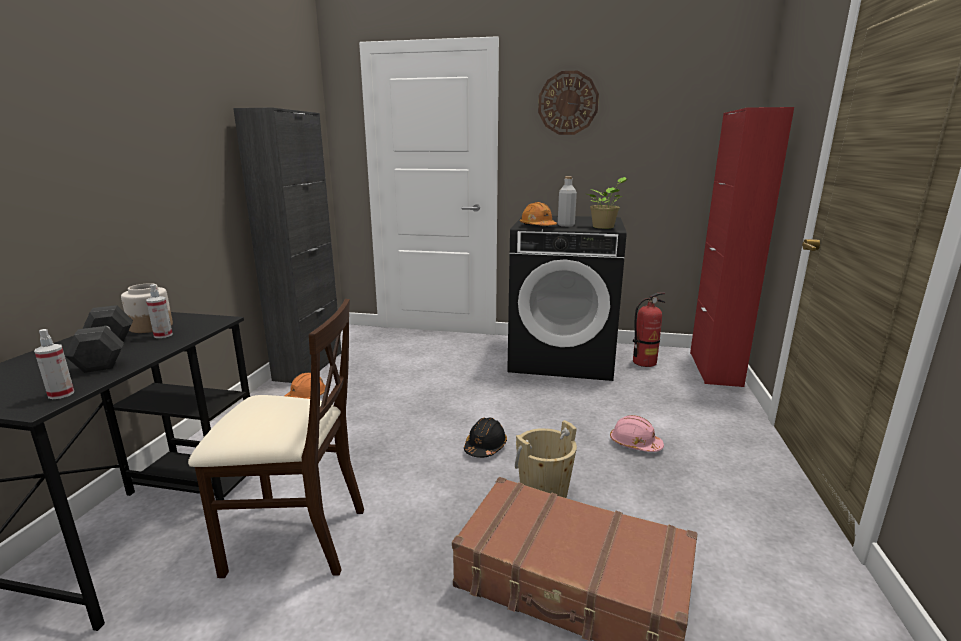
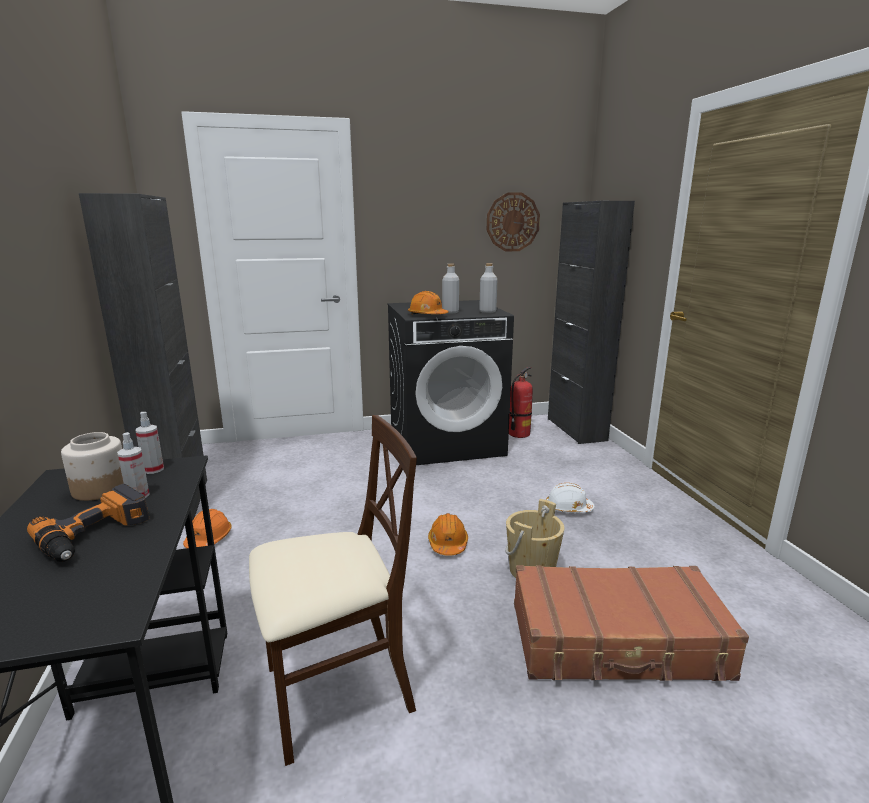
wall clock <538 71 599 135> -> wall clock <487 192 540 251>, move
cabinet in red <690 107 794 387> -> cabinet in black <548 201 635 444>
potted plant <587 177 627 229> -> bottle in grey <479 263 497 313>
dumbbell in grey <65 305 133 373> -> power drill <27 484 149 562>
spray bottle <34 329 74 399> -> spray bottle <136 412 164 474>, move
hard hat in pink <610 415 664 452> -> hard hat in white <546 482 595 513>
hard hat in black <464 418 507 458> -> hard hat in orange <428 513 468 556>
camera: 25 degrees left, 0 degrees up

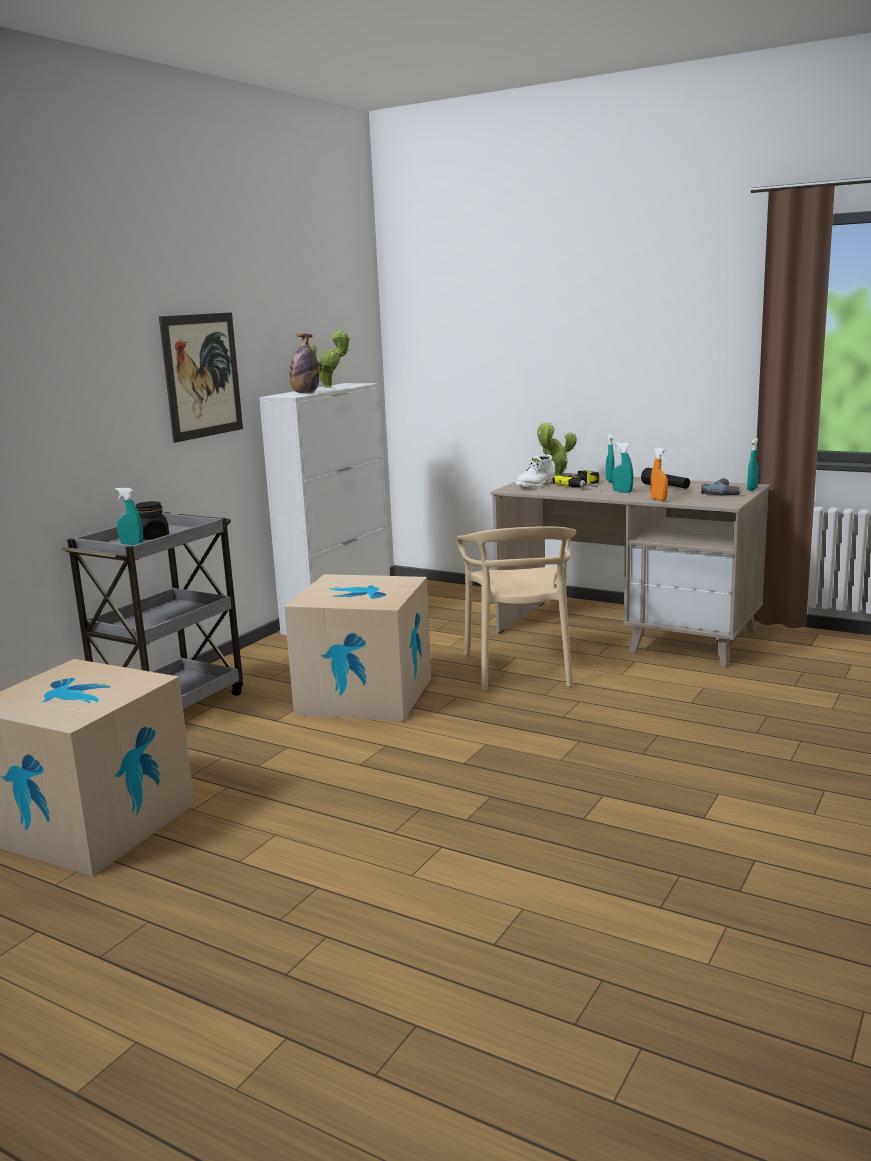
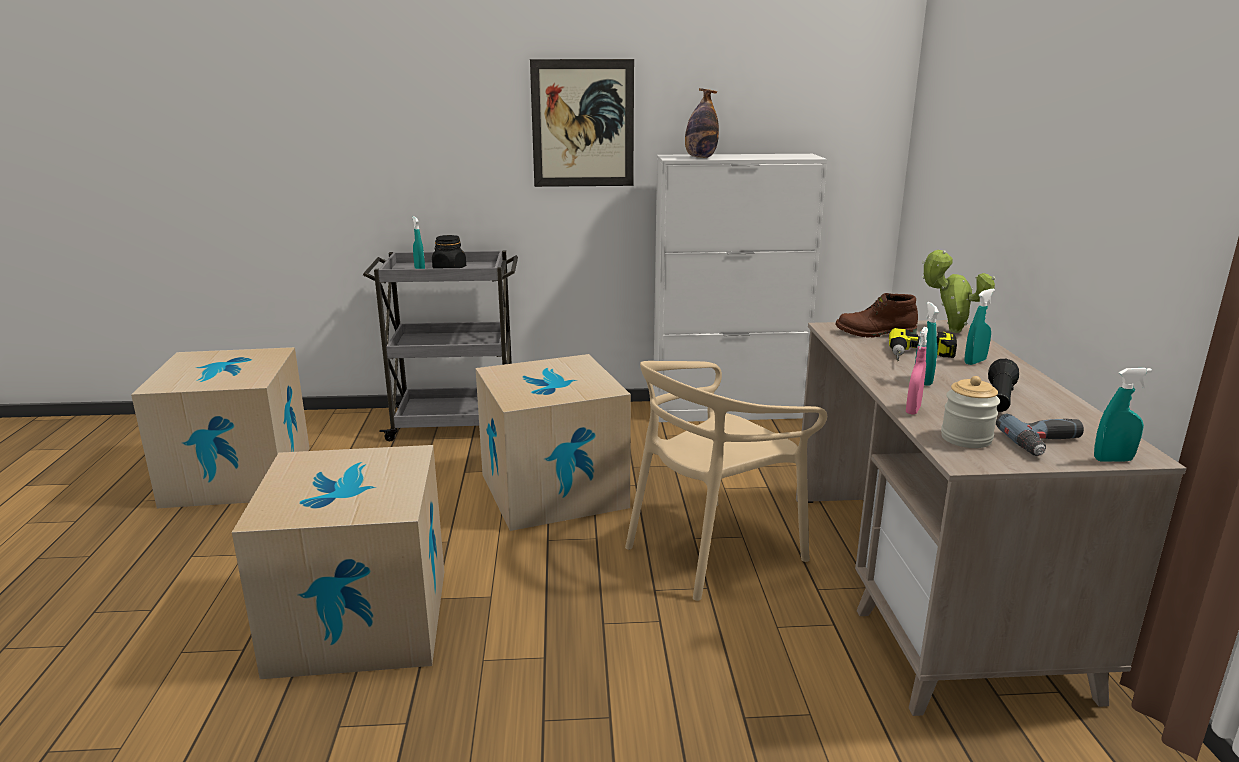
potted plant <310 330 350 388> -> none
spray bottle in orange <650 448 668 501> -> spray bottle in pink <906 327 928 415>
boot in white <515 454 554 488> -> boot in brown <836 293 918 338>
none -> jar <941 376 1000 448>
none -> cardboard box <232 445 444 679>
camera: 55 degrees right, 5 degrees up

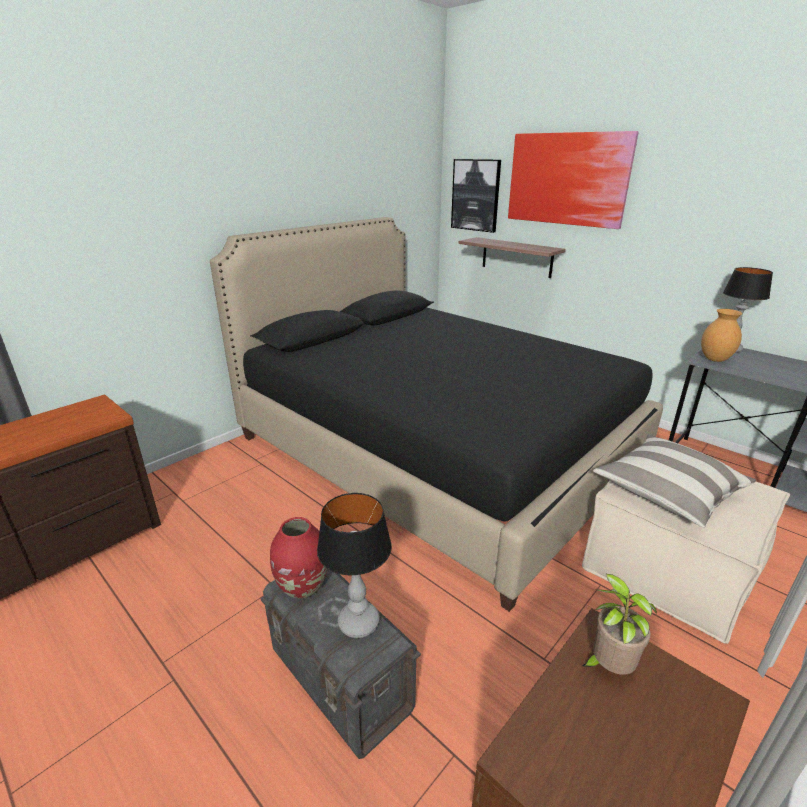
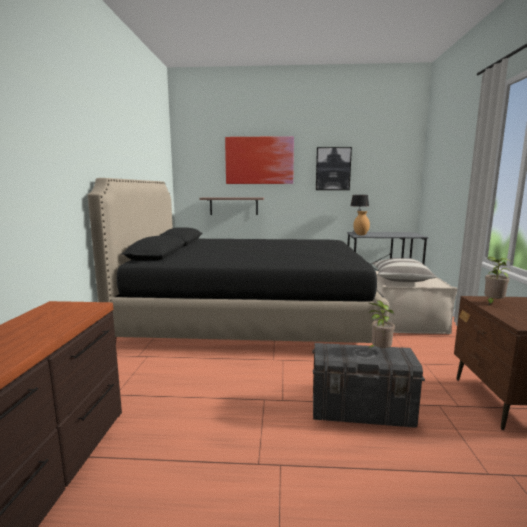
picture <451 159 501 233> -> picture <316 147 352 190>, move
table lamp <317 493 392 638> -> potted plant <368 300 395 348>
vase in red <270 517 328 599> -> none
camera: 40 degrees left, 15 degrees down

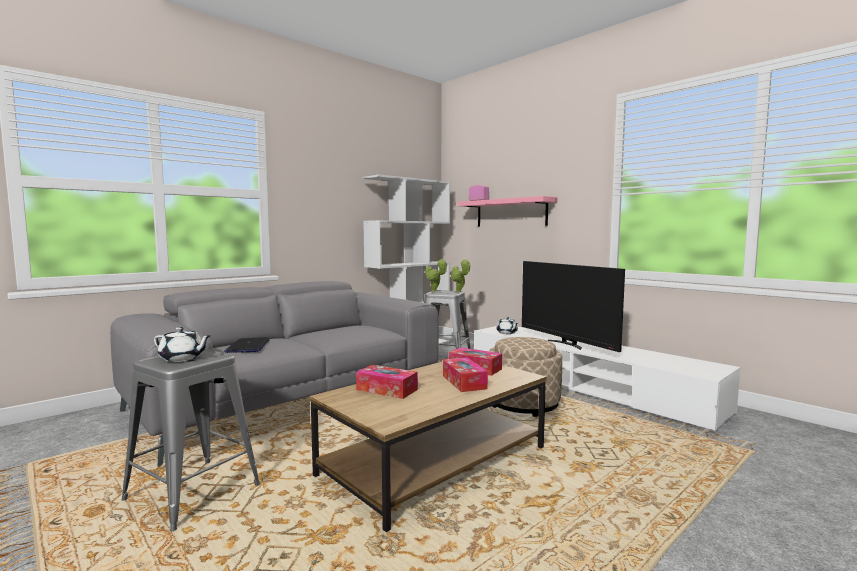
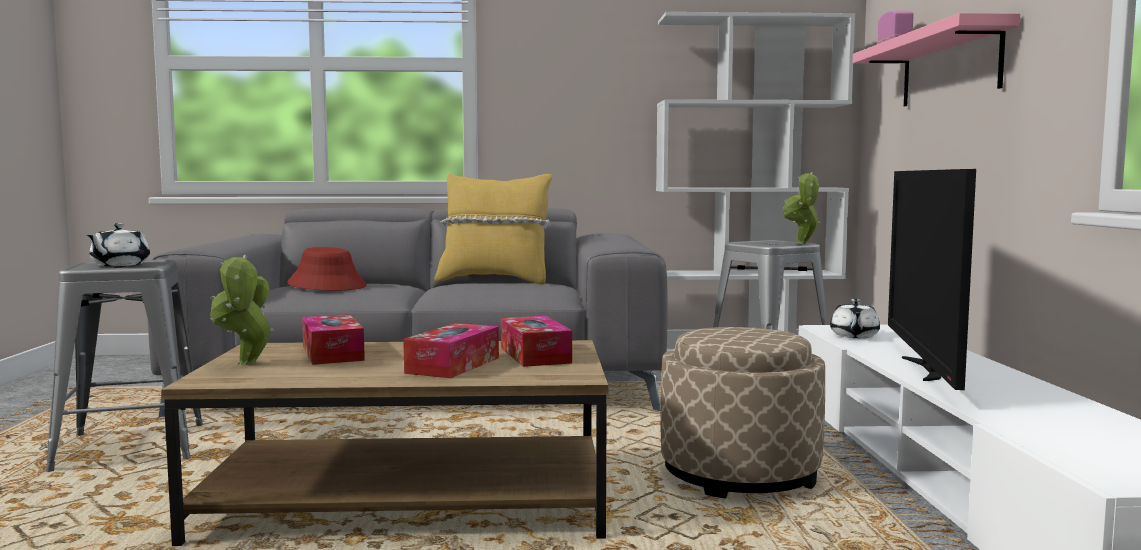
potted plant <425 259 447 292> -> potted plant <210 255 274 365>, move
teapot in white <154 327 211 362> -> teapot in white <87 223 150 266>, 45 degrees clockwise
laptop <224 337 270 353> -> hat in red <287 247 367 291>
none -> pillow in yellow <434 174 552 285>
camera: 40 degrees right, 0 degrees up

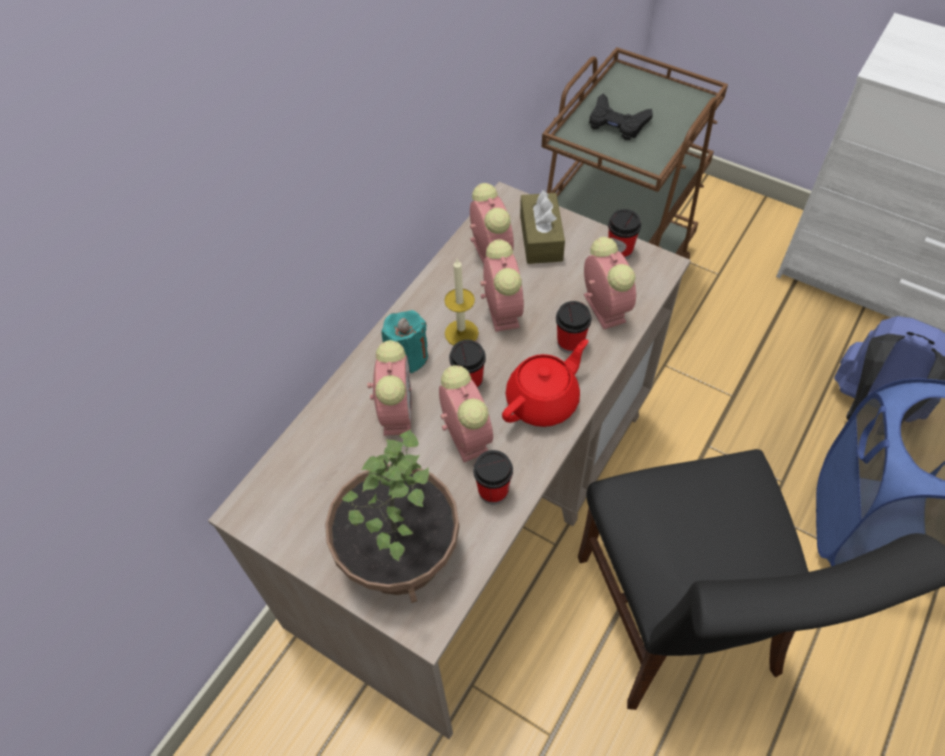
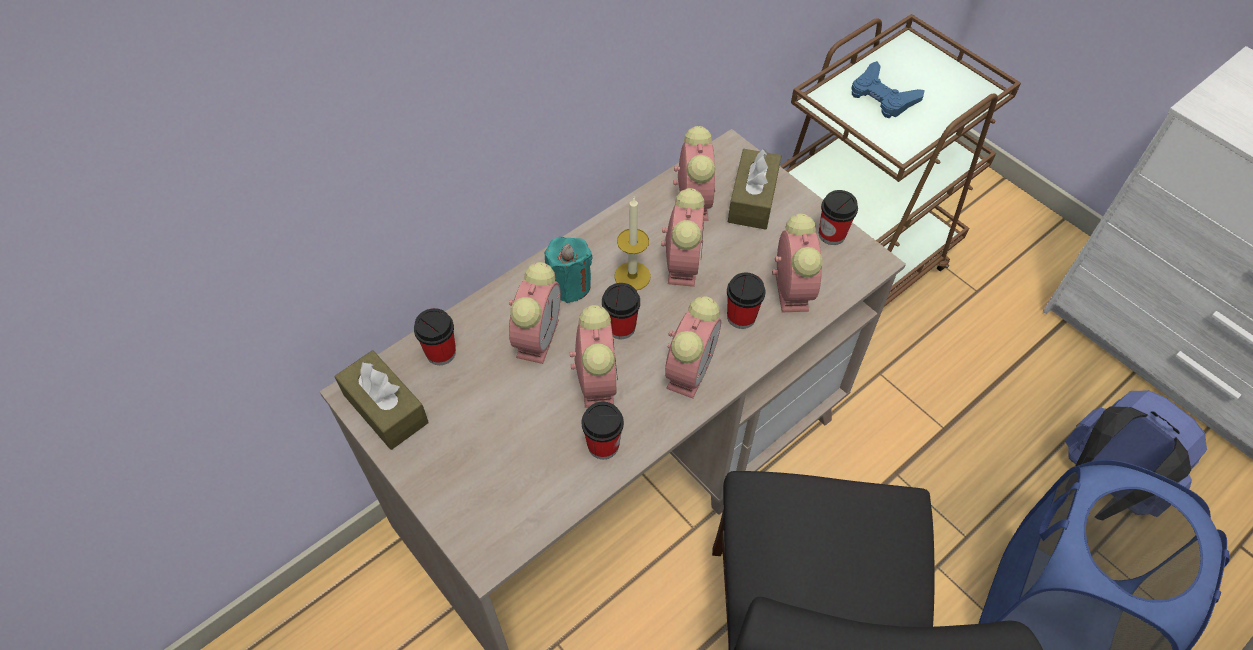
game controller in black <589 94 653 140> -> game controller in blue <851 61 925 118>
teapot in red <502 339 588 427> -> alarm clock <665 296 721 399>
potted plant <325 429 459 603> -> none
none -> cup <414 308 456 365>
none -> tissue box in brown <335 350 429 450>
camera: 15 degrees right, 0 degrees up

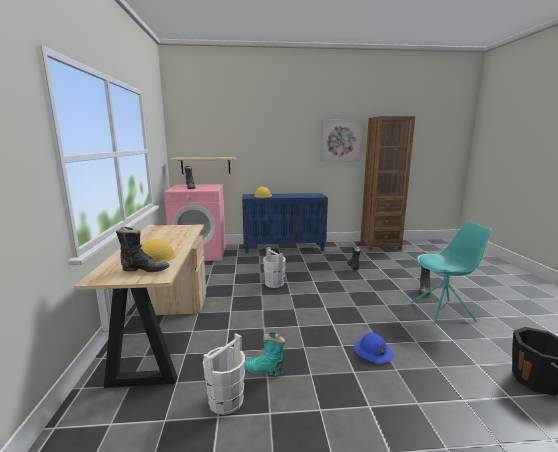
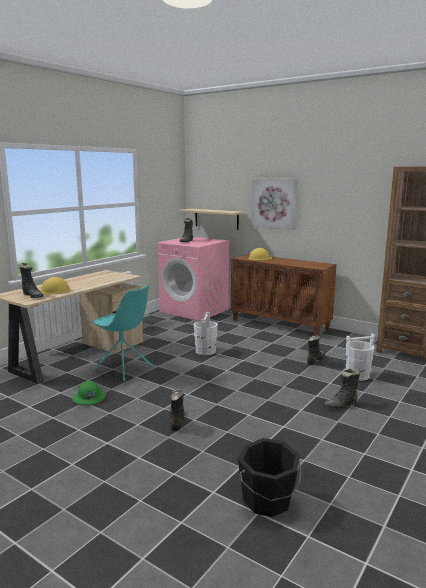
picture <320 119 362 162> -> picture <251 178 298 230>, move
cabinet in blue <242 193 328 253> -> cabinet in brown <231 254 337 336>
chair in turquoise <411 222 491 325> -> chair in turquoise <91 285 153 381>, move
boot in turquoise <245 332 285 376> -> hard hat in green <72 381 106 405>
hard hat in blue <354 333 393 363> -> boot in black <169 389 185 431>
bucket in white <203 334 245 415> -> bucket in white <346 334 375 381>, move
camera: 40 degrees right, 0 degrees up

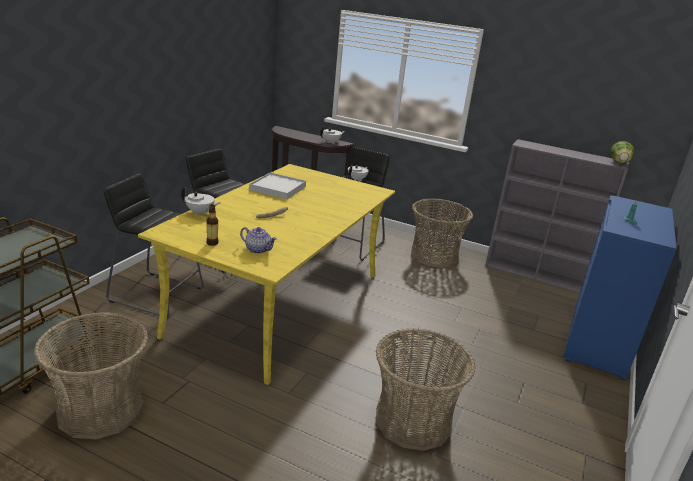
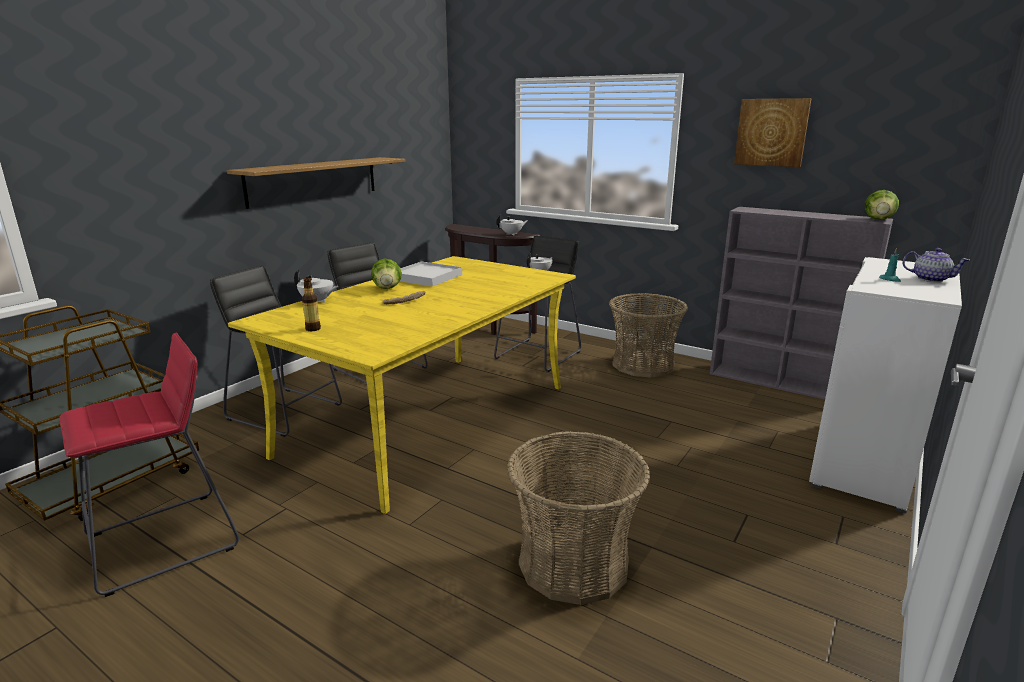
cabinet in blue <563 195 677 381> -> cabinet in white <809 257 962 514>
teapot <240 227 277 254> -> teapot <902 248 969 282>, move
basket <34 312 148 439> -> stool in red <59 333 239 597>
none -> picture <734 98 812 167>
none -> shelf <227 157 406 209>
none -> lettuce <371 259 402 289>
camera: 10 degrees right, 5 degrees down

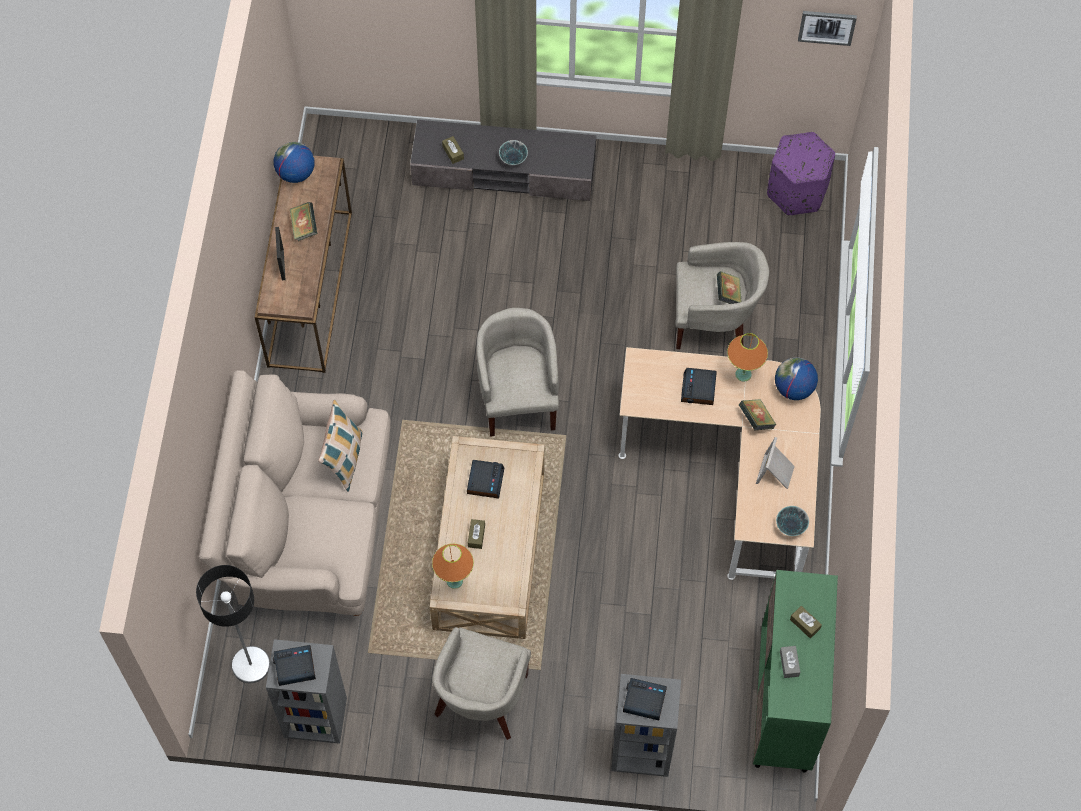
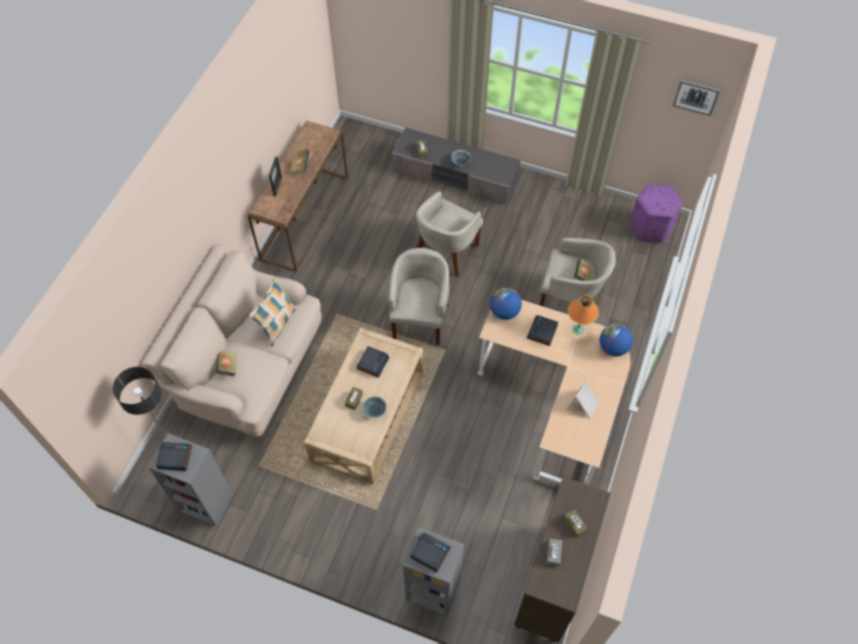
globe <274 142 314 183> -> globe <490 288 522 320>, move
book <739 399 777 430> -> book <216 351 236 377>, move
bowl <776 506 809 536> -> bowl <362 396 387 418>, move
table lamp in orange <432 544 474 589> -> none
cabinet in green <753 570 838 773> -> cabinet in brown <514 476 611 643>
armchair in beige <432 627 531 740> -> armchair in beige <416 191 483 277>, move
camera: 15 degrees right, 5 degrees down

